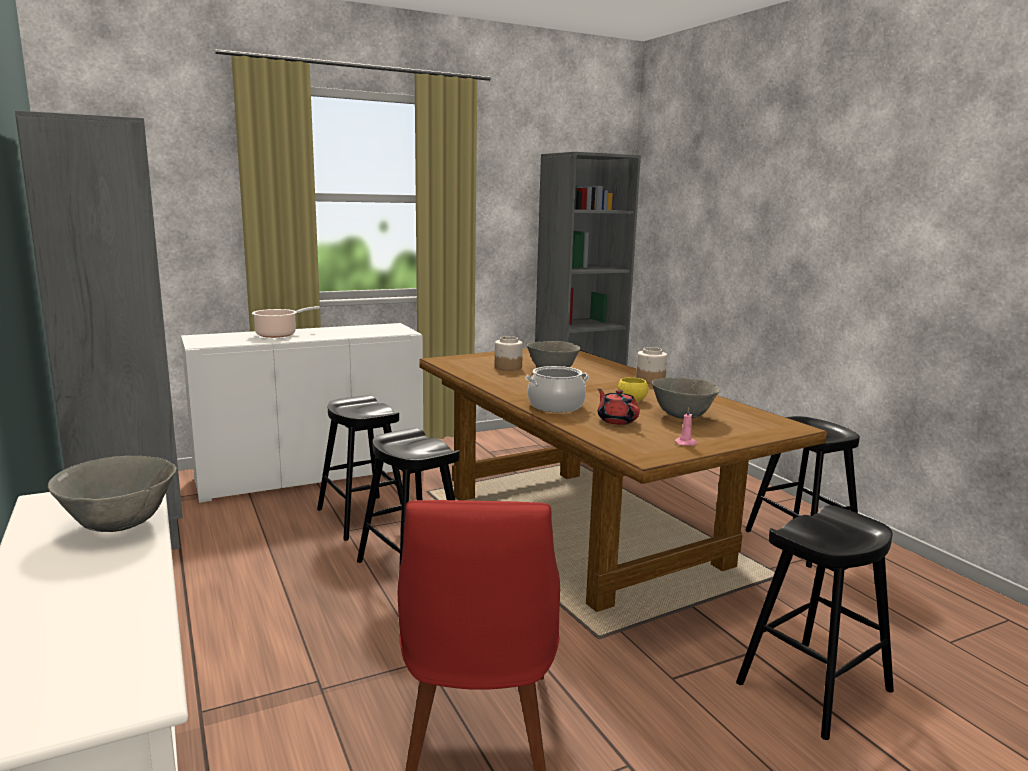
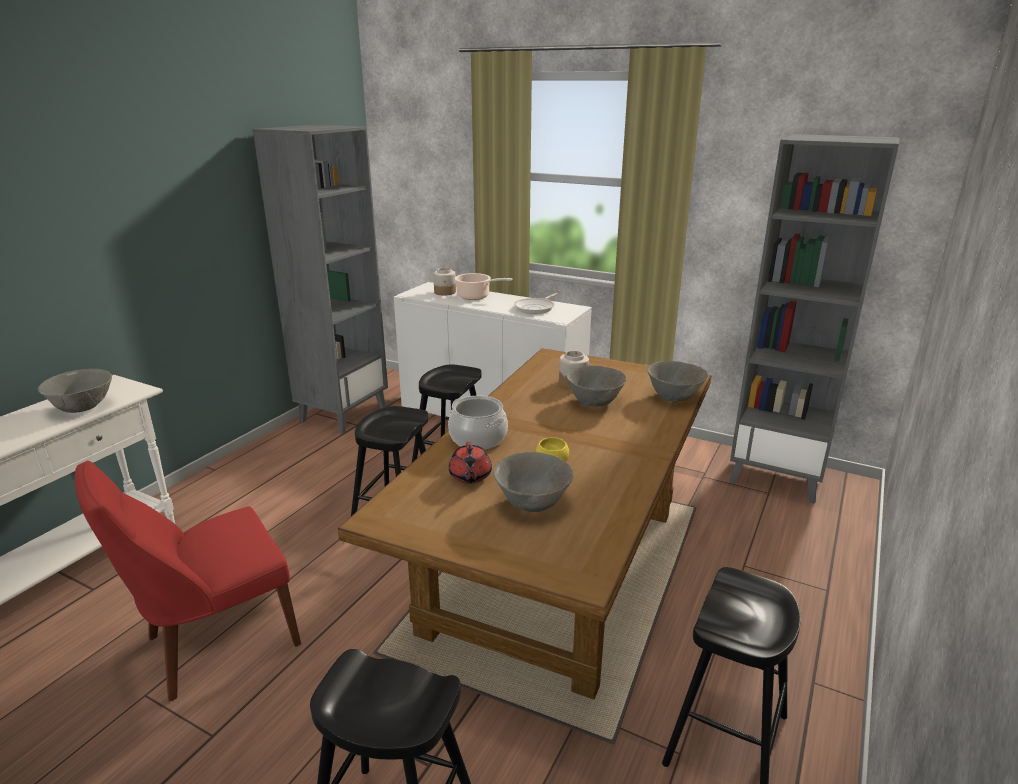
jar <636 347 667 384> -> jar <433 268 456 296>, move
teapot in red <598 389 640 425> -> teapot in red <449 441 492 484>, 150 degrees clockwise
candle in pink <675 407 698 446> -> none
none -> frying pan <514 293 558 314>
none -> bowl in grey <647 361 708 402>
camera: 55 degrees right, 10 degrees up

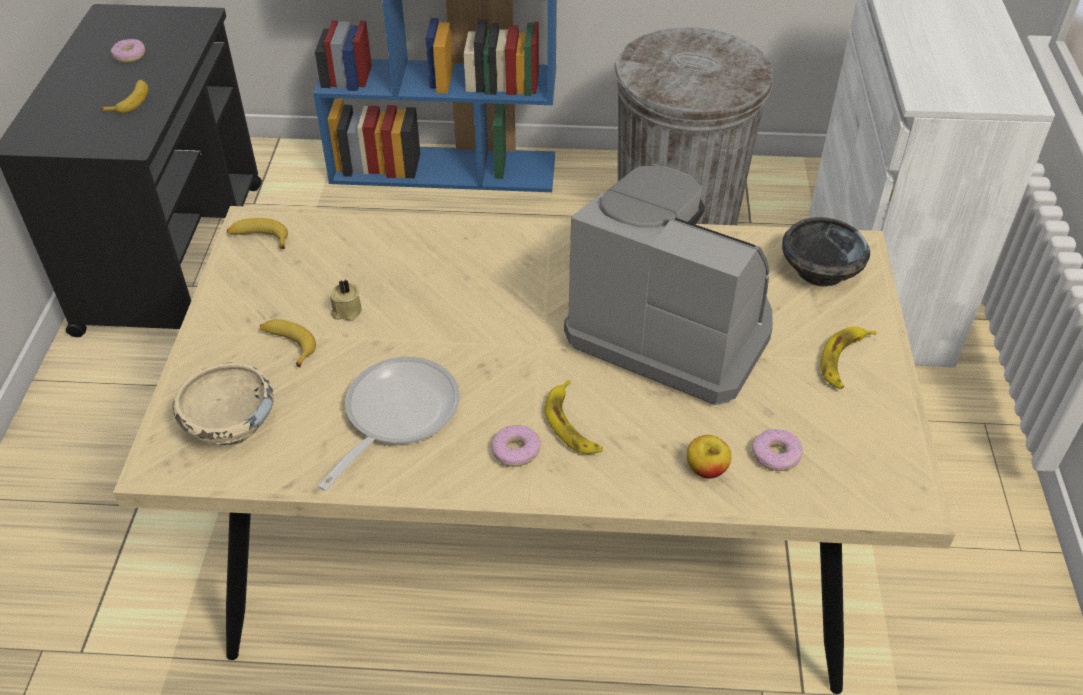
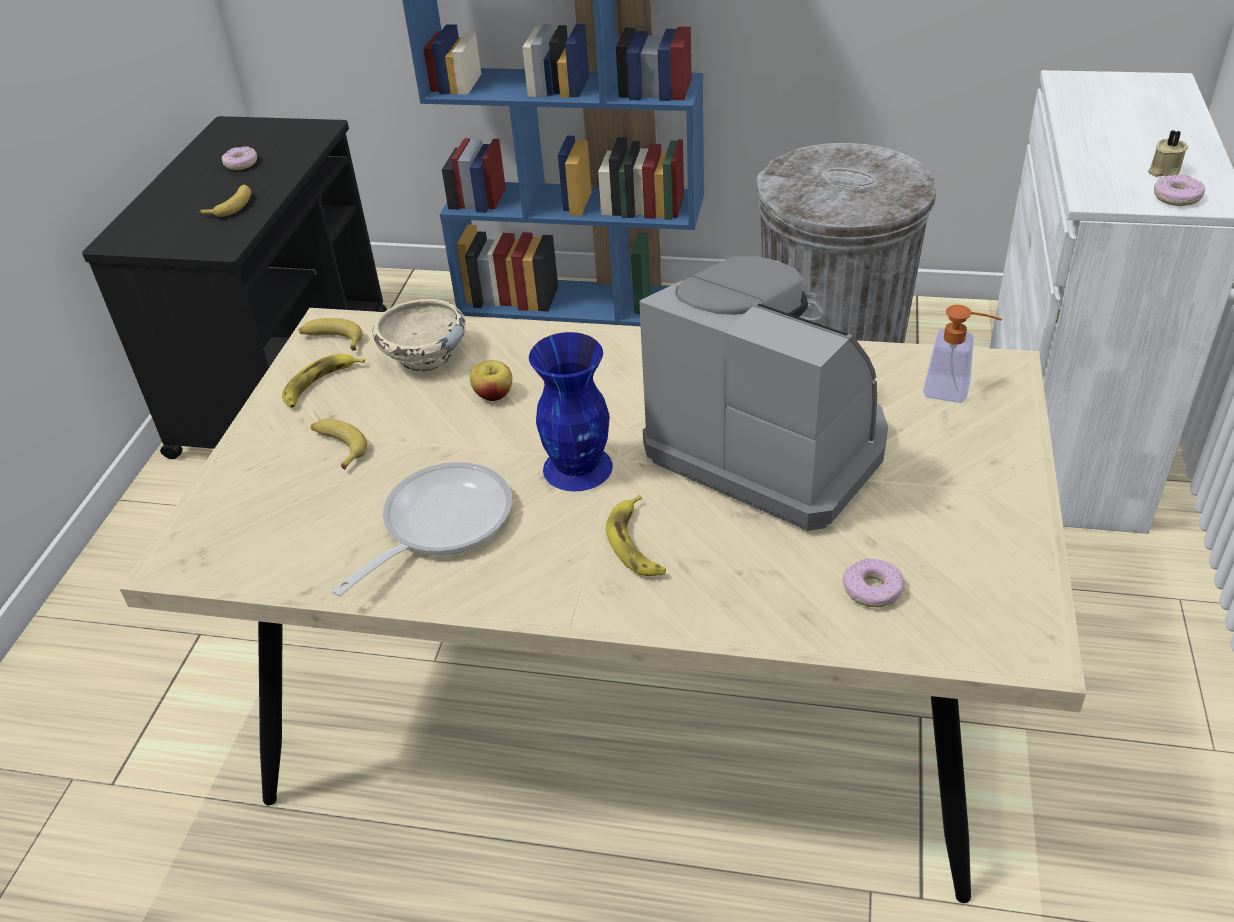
bowl in black <782 217 870 287> -> soap dispenser <923 305 1002 403>
candle in beige <330 280 362 321> -> candle in beige <1148 130 1188 177>, move
banana <821 327 876 389> -> banana <282 354 365 408>, move
bowl in beige <173 362 274 445> -> bowl in beige <372 299 466 371>, move
donut <491 425 541 467> -> donut <1154 174 1205 206>, move
apple <686 435 732 479> -> apple <470 360 512 401>, move
none -> vase in blue <529 332 613 491>
camera: 10 degrees right, 5 degrees down

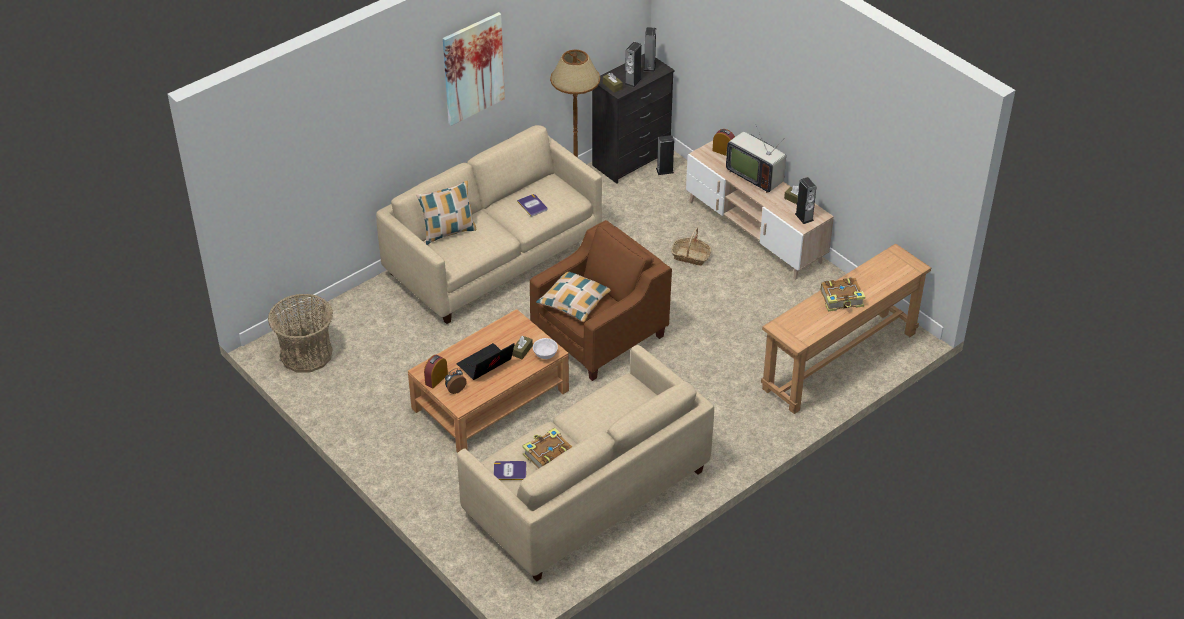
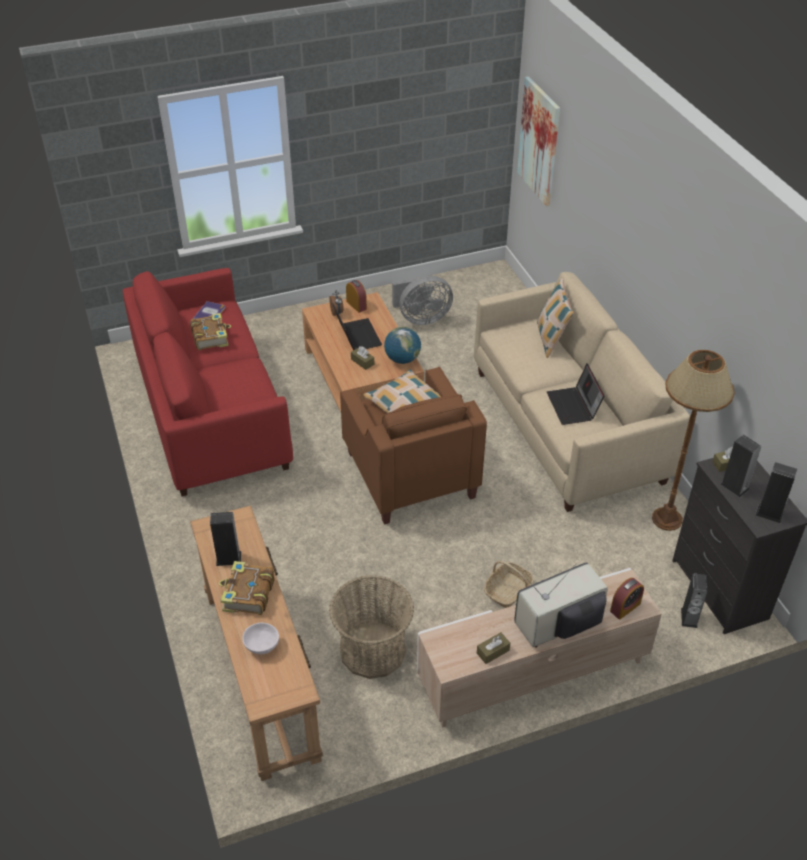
picture <443 12 505 126> -> picture <517 76 560 206>, move
speaker <795 177 816 224> -> speaker <210 512 241 566>, move
book <517 194 547 217> -> laptop <547 364 604 425>
basket <268 294 333 372> -> basket <329 575 414 679>, move
bowl in white <533 338 558 359> -> bowl in white <242 623 279 654>, move
sofa in beige <457 345 714 582> -> sofa in red <123 268 293 496>
none -> fan in grey <392 276 453 325>
none -> globe <384 327 421 364>
camera: 110 degrees right, 0 degrees up

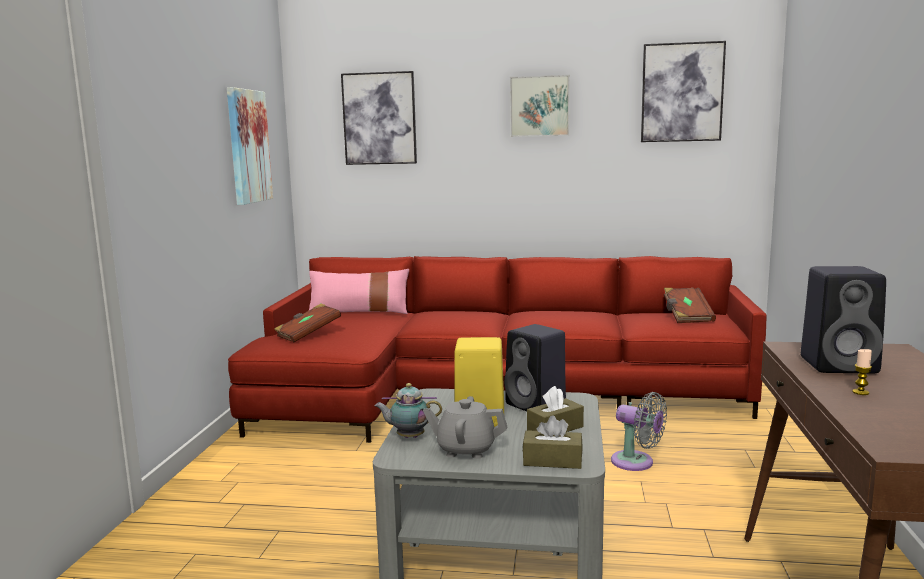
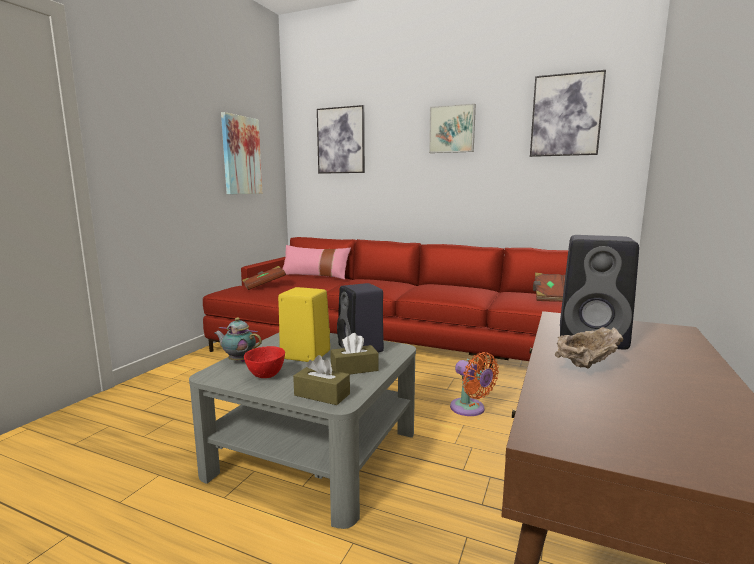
candle <852 349 872 395> -> bowl in beige <555 327 623 369>
fan in grey <611 392 667 471> -> fan in orange <450 352 499 416>
teapot in grey <423 396 507 459> -> bowl in red <244 346 285 378>
camera: 15 degrees right, 0 degrees up

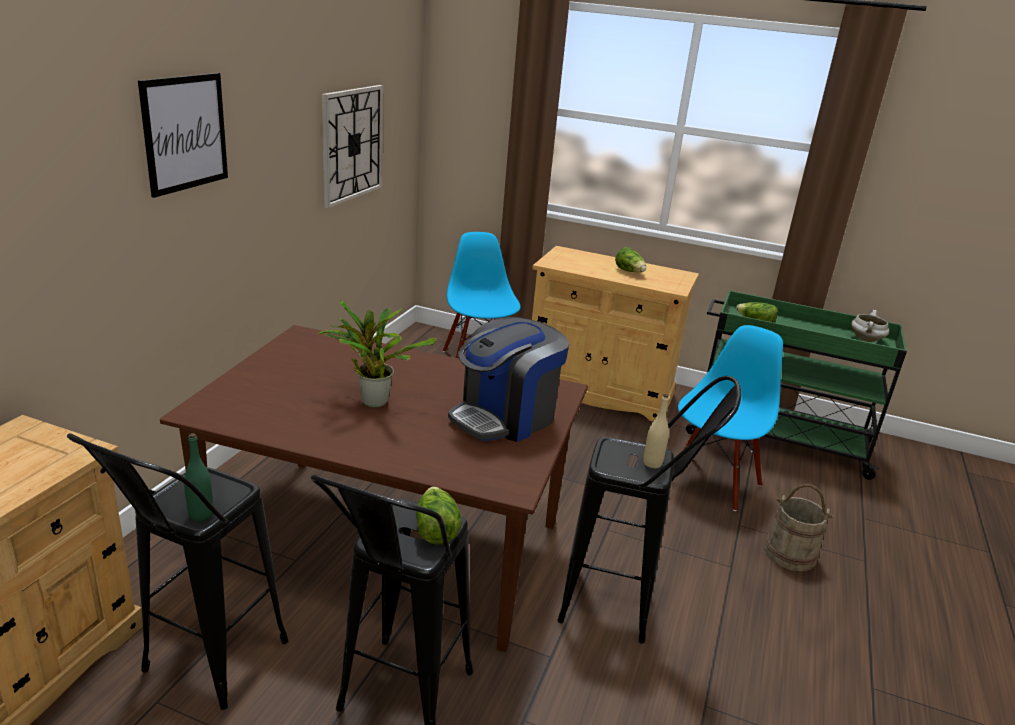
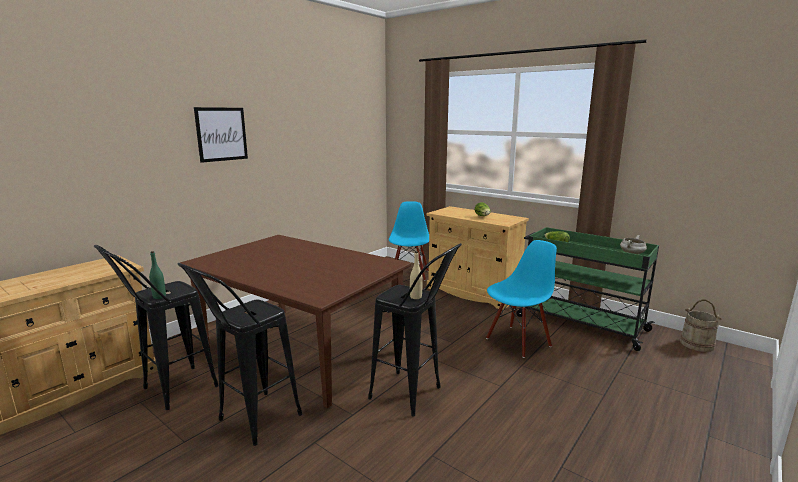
wall clock <322 85 383 208> -> none
potted plant <318 300 437 408> -> none
coffee machine <448 317 569 442> -> none
bucket in beige <764 484 834 572> -> bucket in beige <680 299 722 352>, move
lettuce <416 486 462 545> -> none
camera: 20 degrees right, 10 degrees down

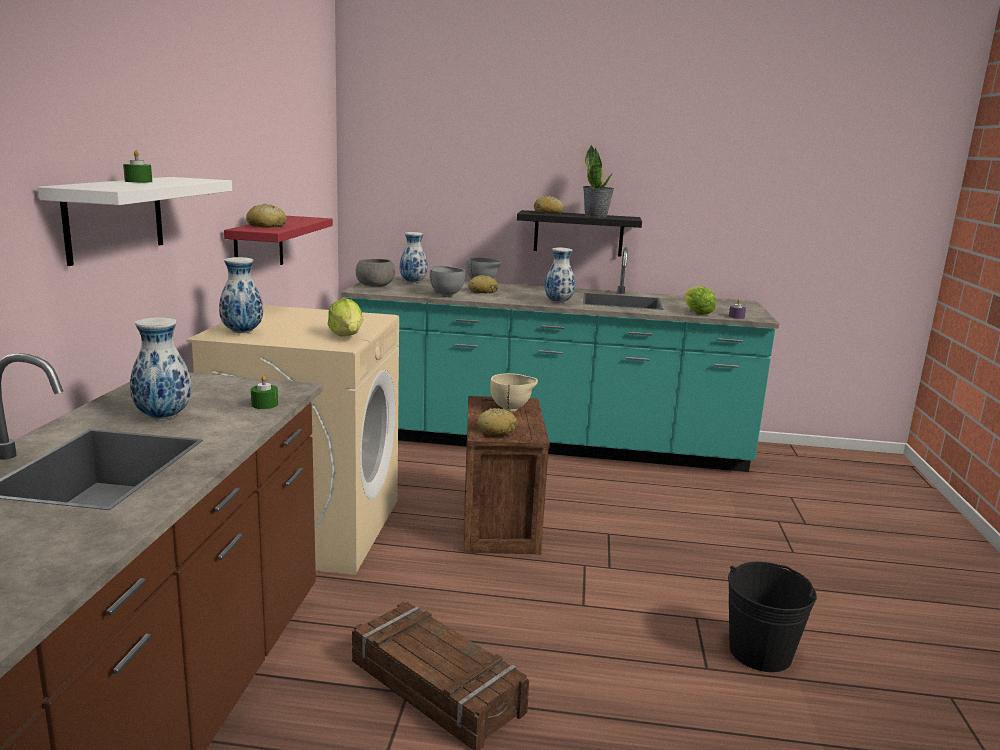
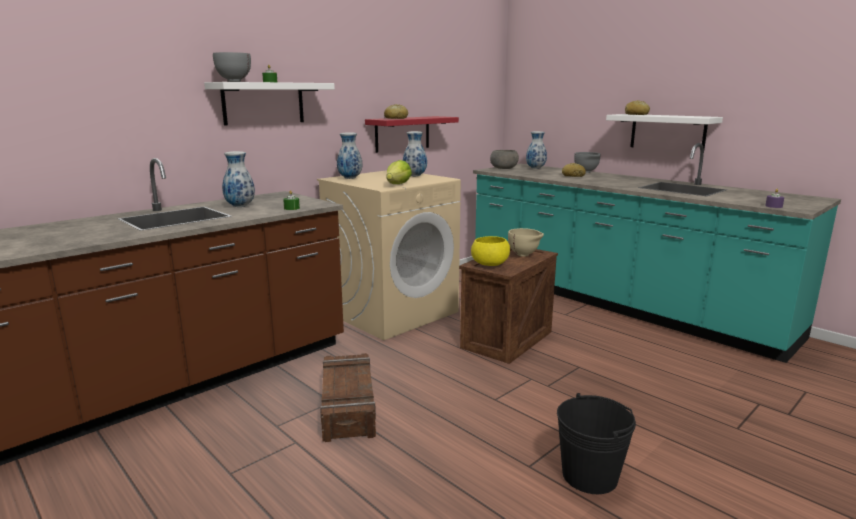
potted plant <583 145 614 217> -> none
shelf in black <517 210 642 257> -> shelf in white <606 114 723 149>
vase <545 248 575 303> -> vase <403 131 427 176>, move
bowl in grey <430 266 465 297> -> bowl in grey <213 52 251 82>, move
lettuce <684 286 716 315> -> none
bread <477 408 518 435> -> bowl in yellow <471 236 510 266>
camera: 40 degrees right, 0 degrees up

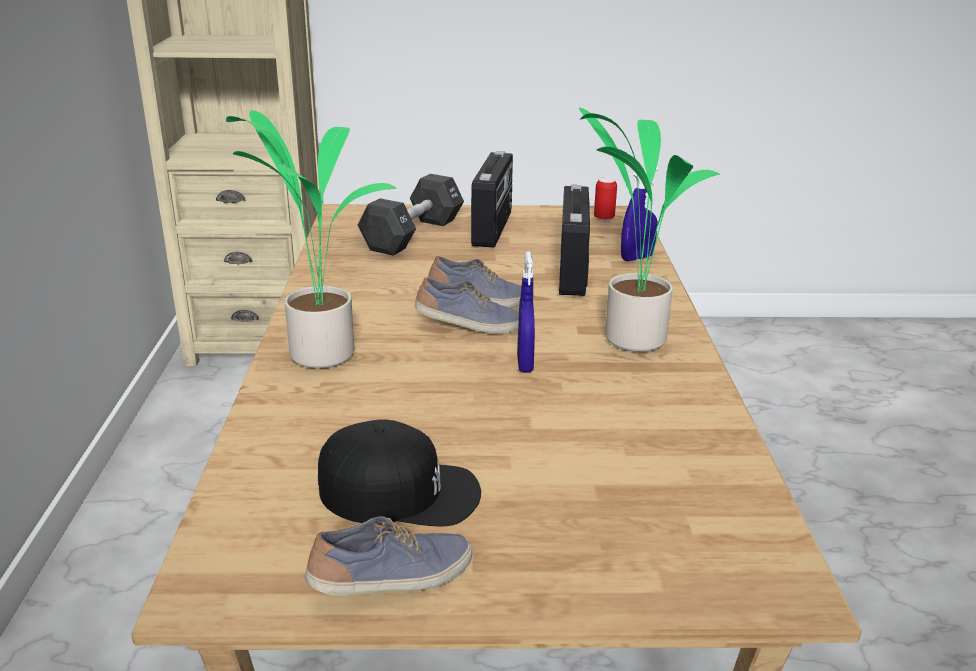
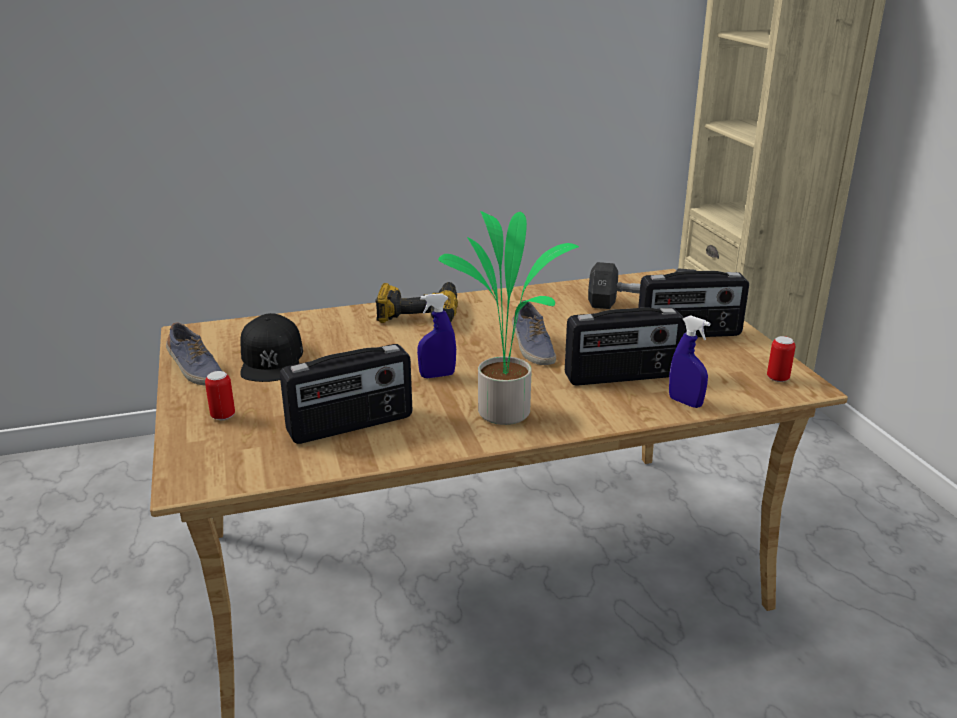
potted plant <226 110 396 369> -> power drill <375 282 458 323>
shoe <415 277 519 334> -> none
none -> radio <280 344 412 444>
none -> can <205 371 235 420>
camera: 75 degrees right, 0 degrees up

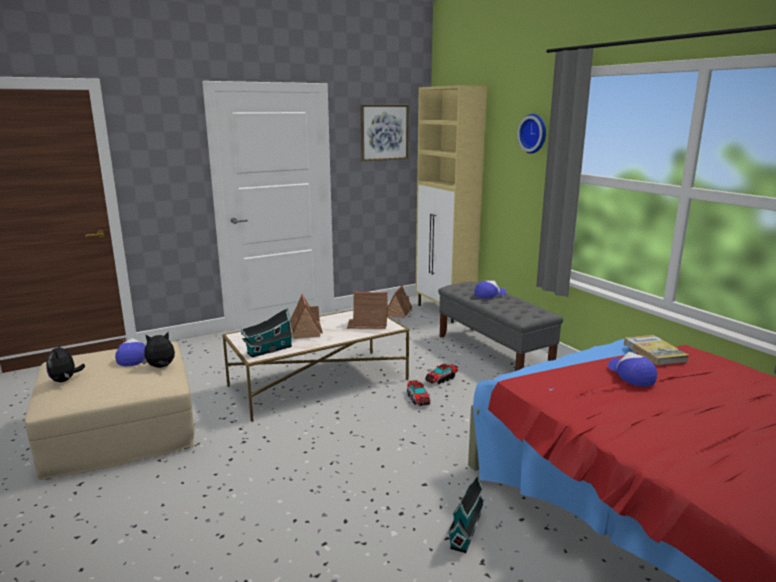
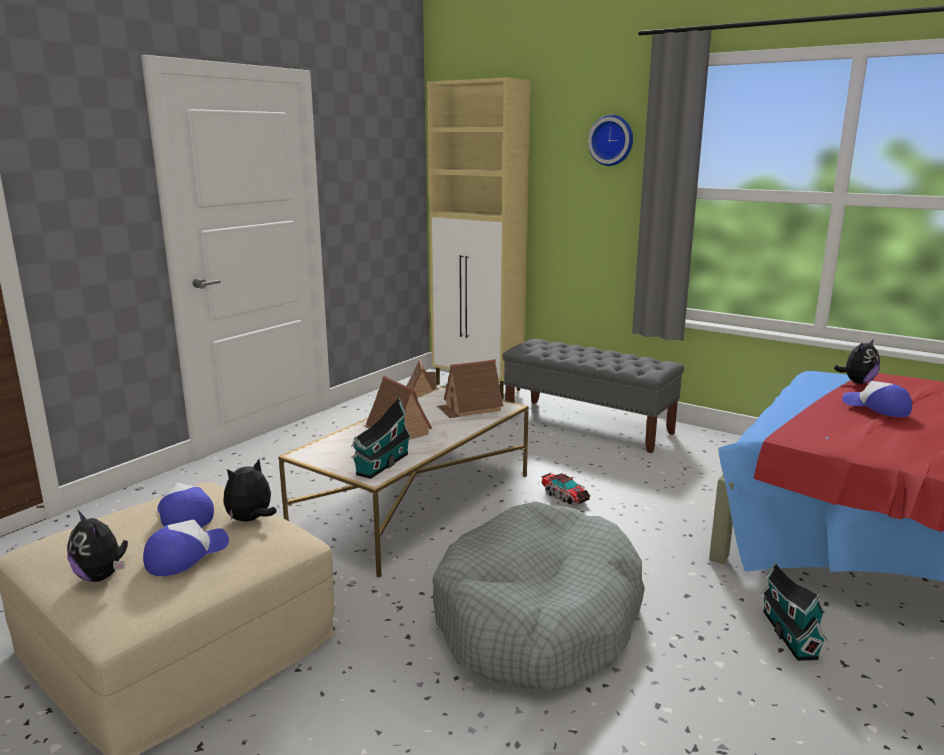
picture <360 105 409 161> -> none
cap <475 280 506 299> -> cap <143 520 229 576>, move
book <624 335 689 365> -> plush toy <834 339 880 384>
toy truck <425 363 458 384> -> none
none -> dog bed in grey <432 502 645 690>
camera: 25 degrees left, 0 degrees up

